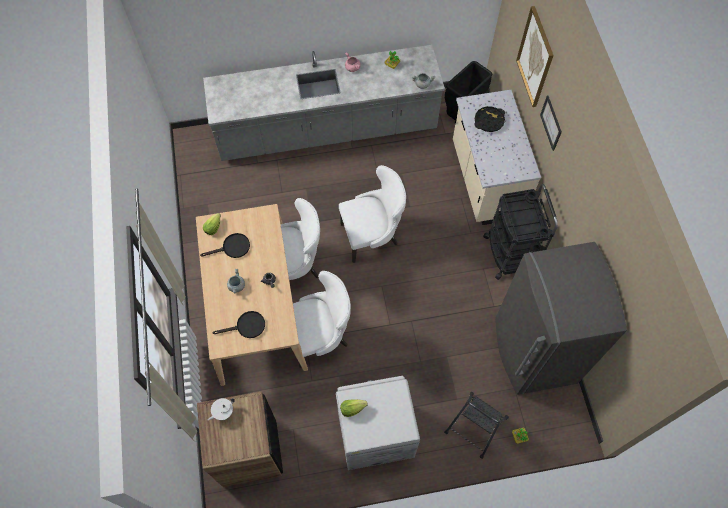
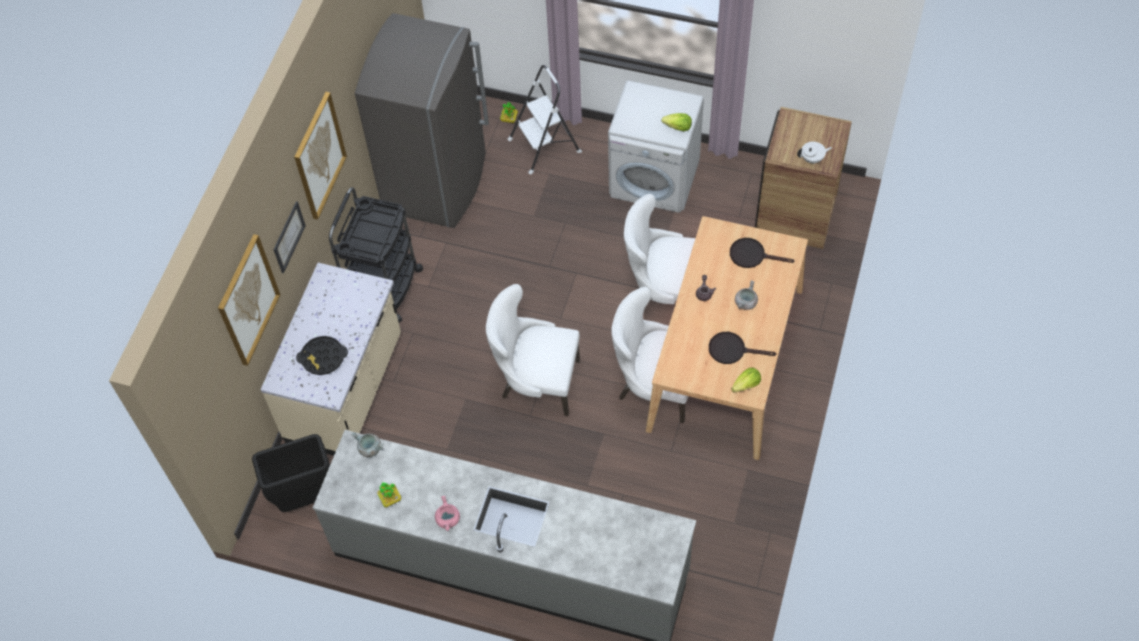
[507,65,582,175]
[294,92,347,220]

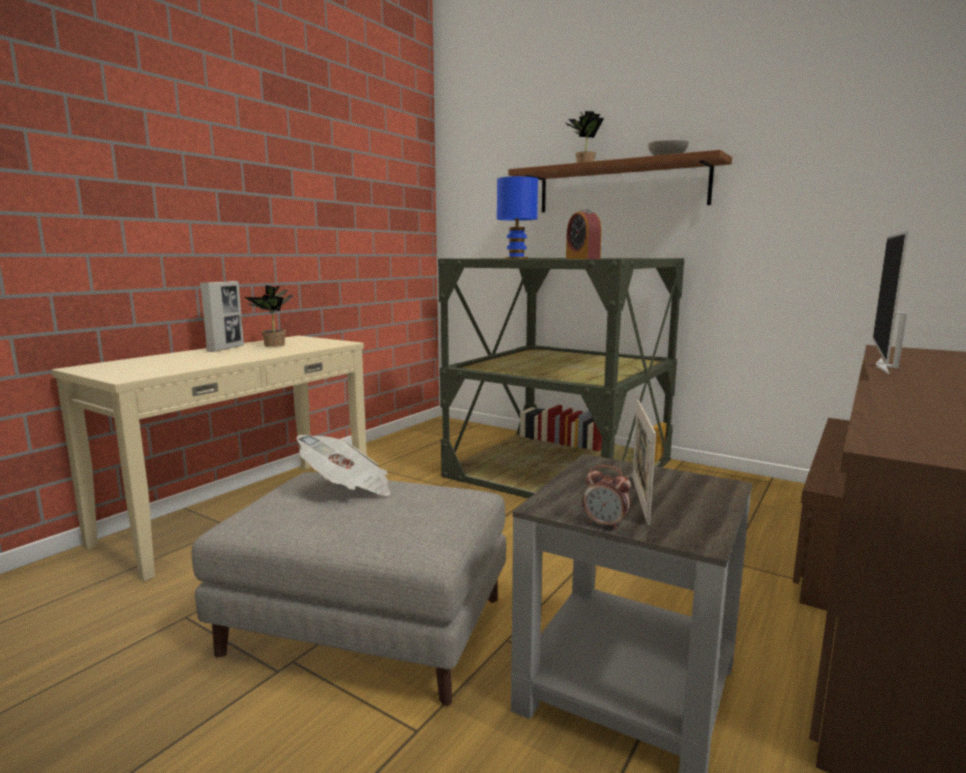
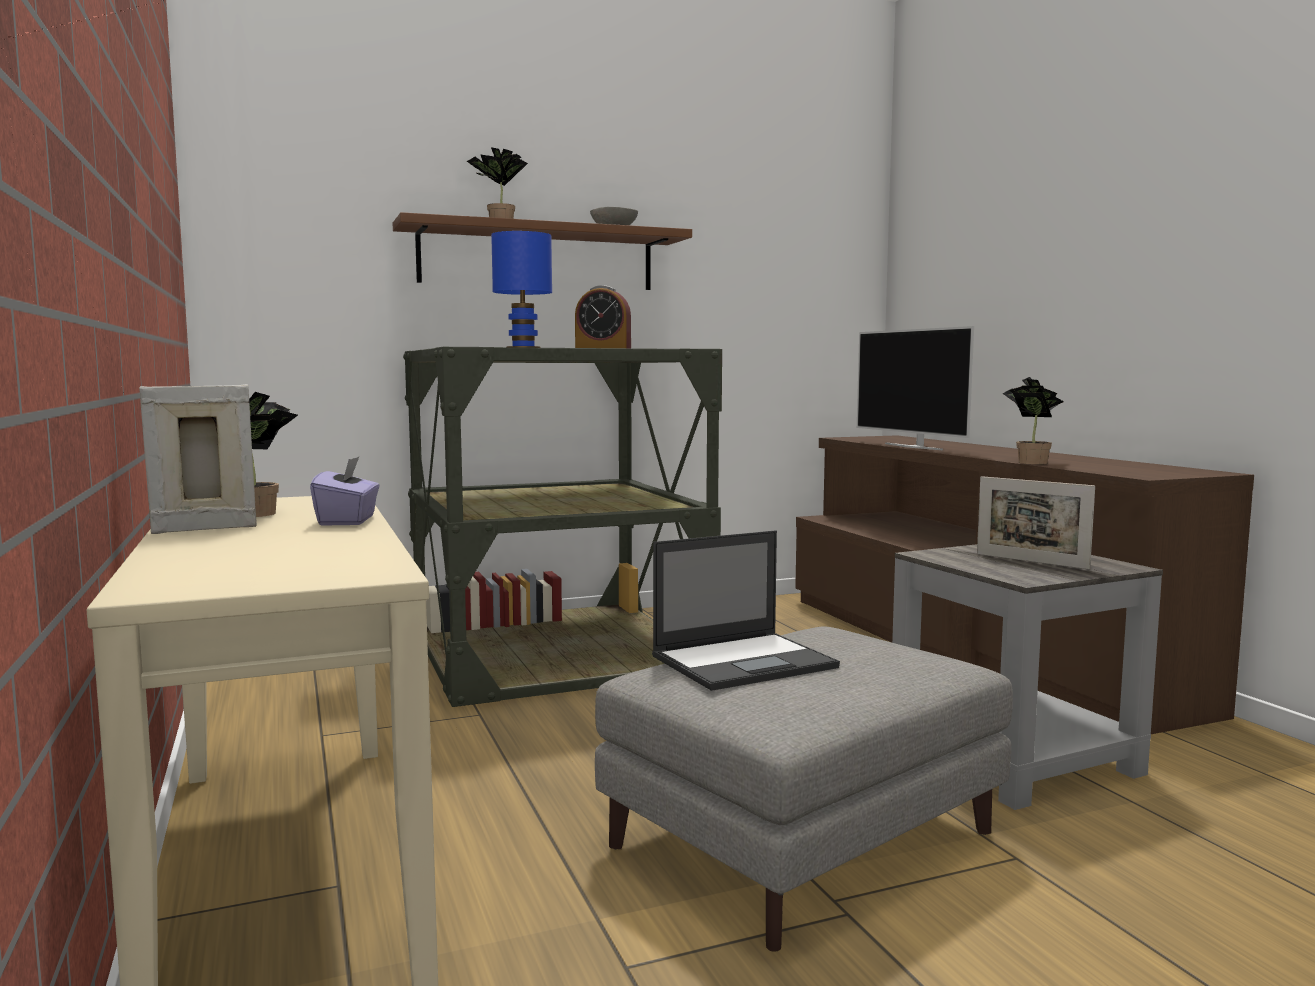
[139,384,257,534]
[652,530,840,691]
[582,465,631,530] (first image)
[1003,377,1064,464]
[310,456,380,526]

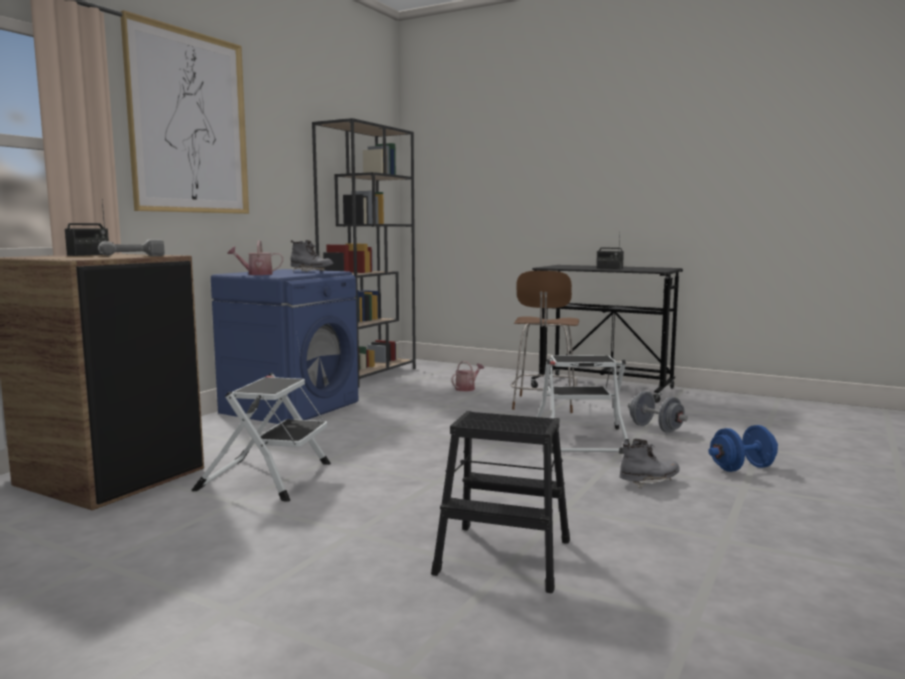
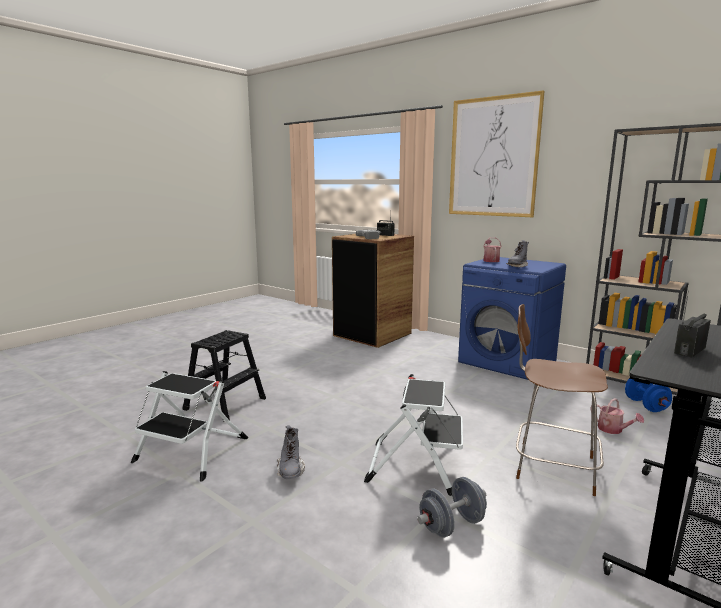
[131,371,249,482]
[625,379,672,412]

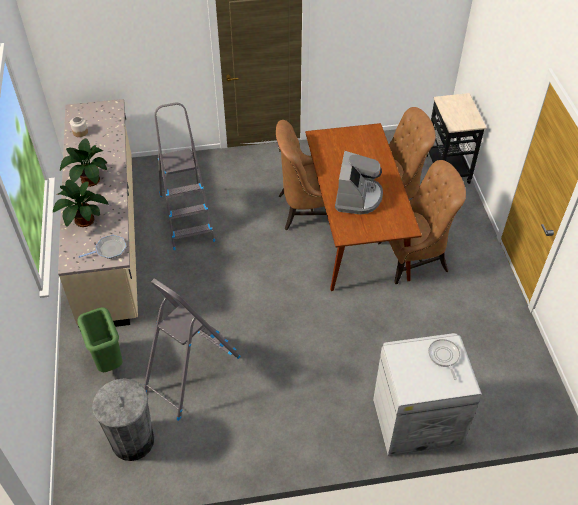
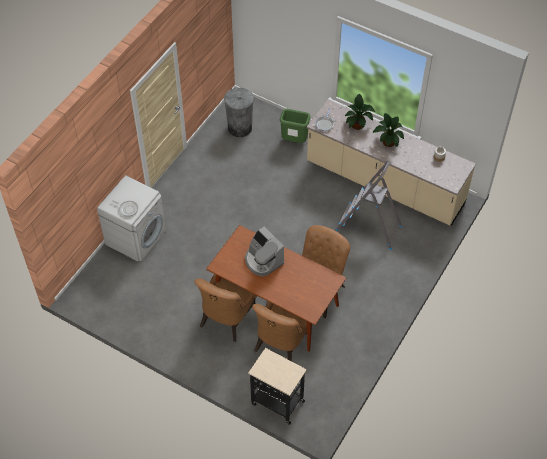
[144,278,240,421] (first image)

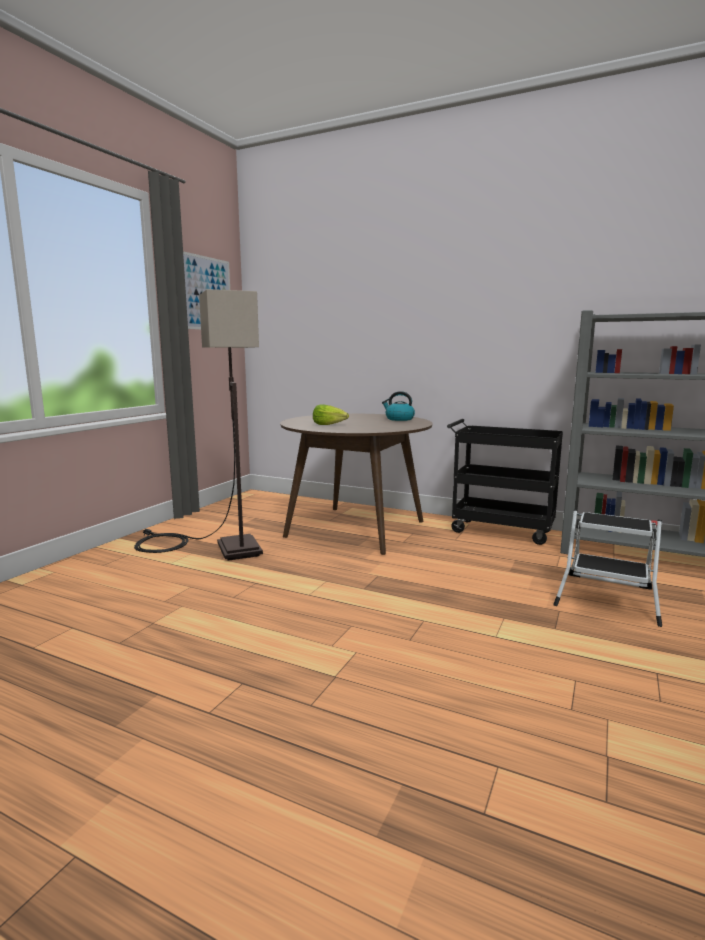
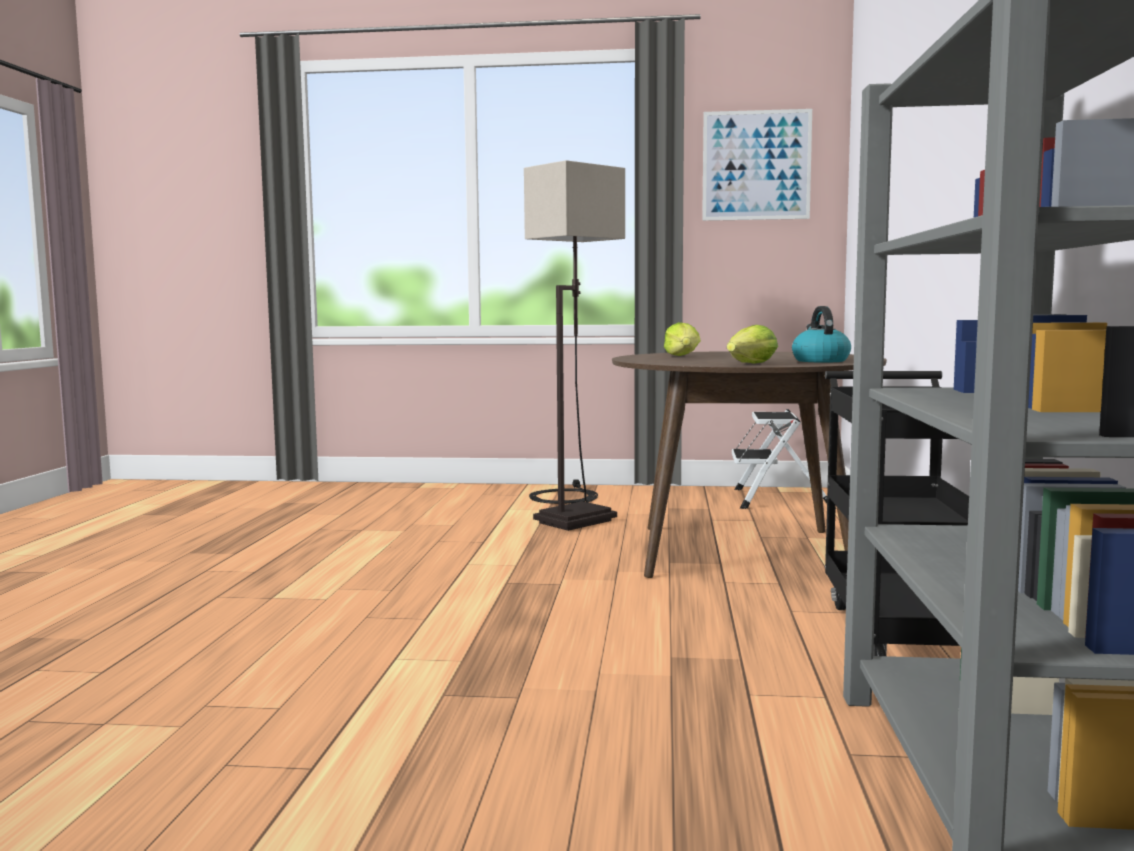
[732,409,827,509]
[727,325,778,364]

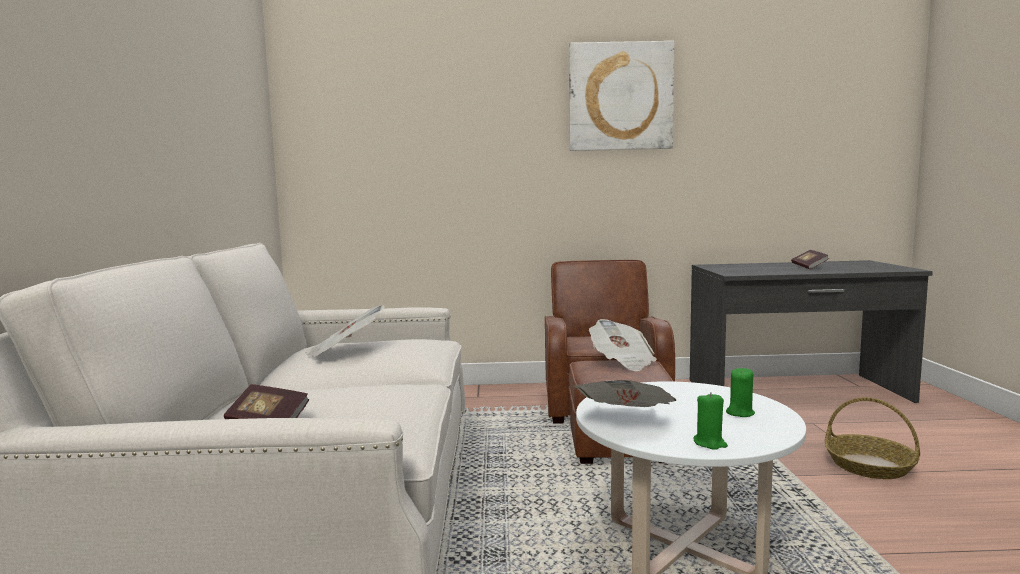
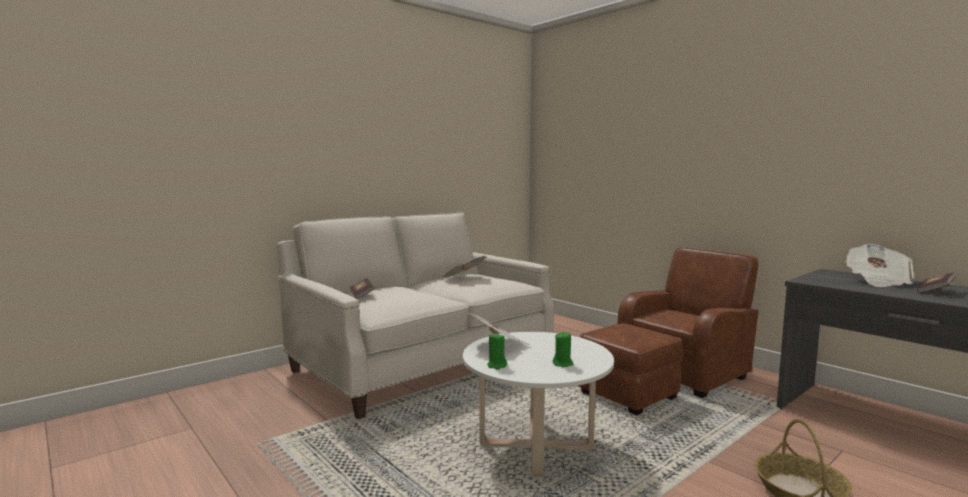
[569,41,674,151] (first image)
[845,244,914,287]

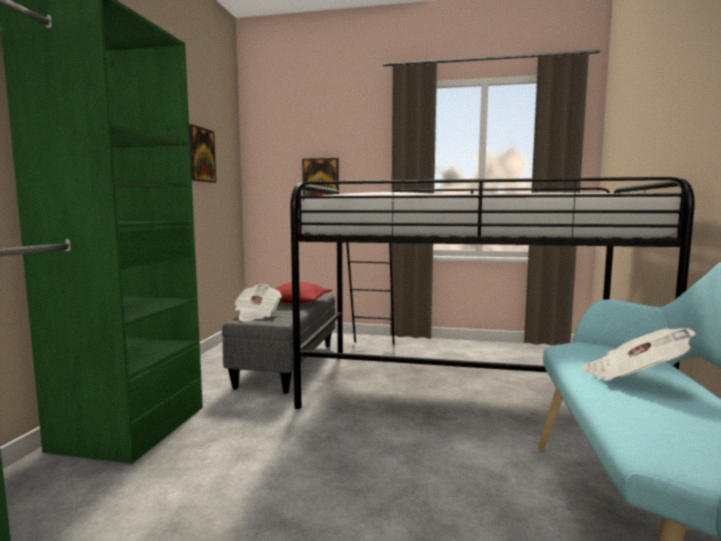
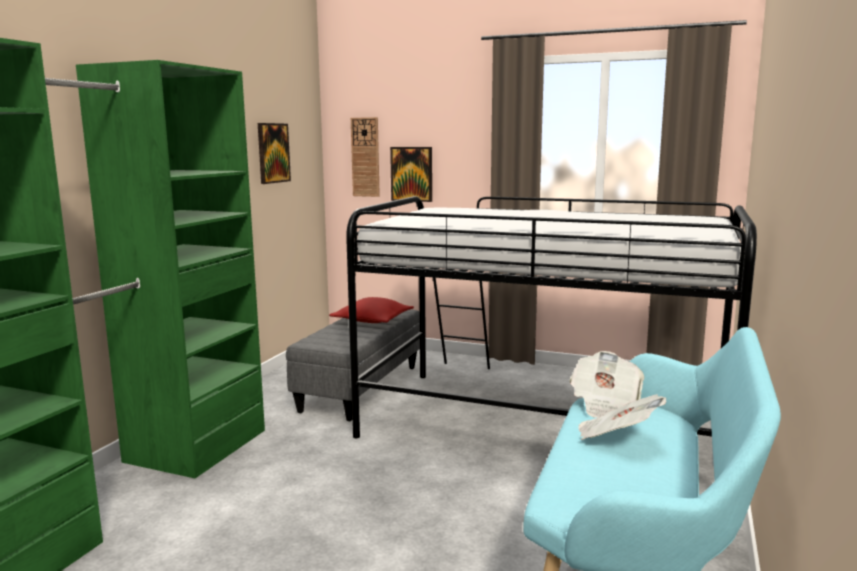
[570,351,645,418]
[351,117,380,197]

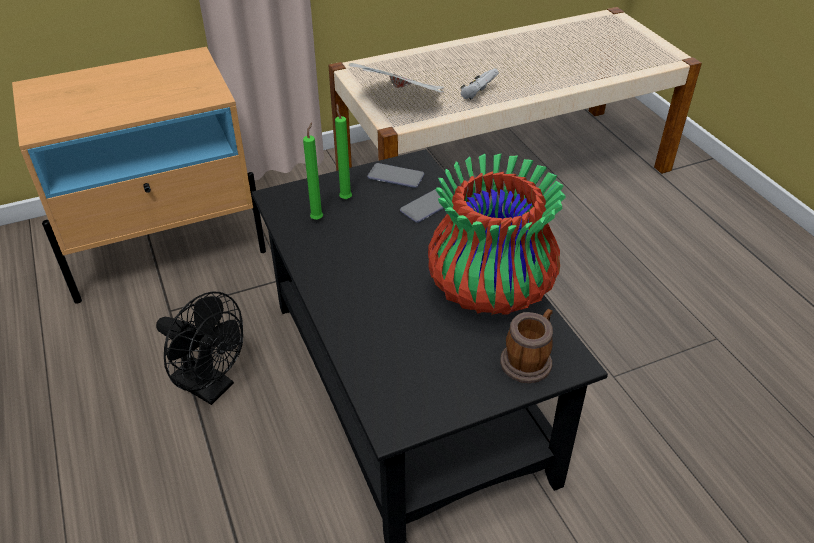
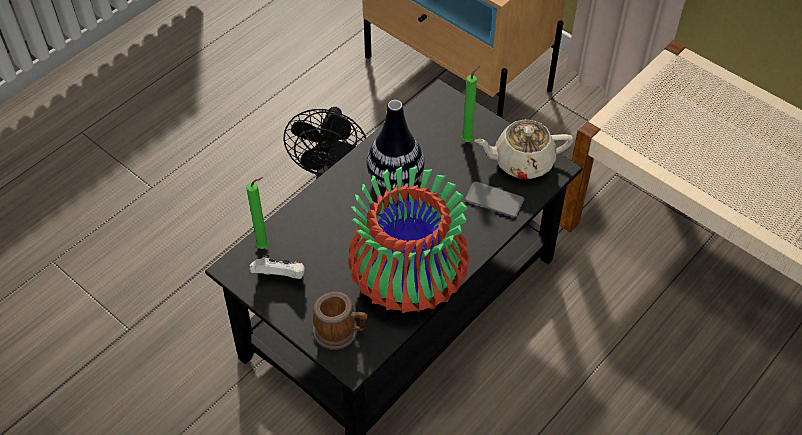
[348,63,446,93] (first image)
[249,254,305,279]
[246,177,269,249]
[474,120,573,179]
[366,100,425,190]

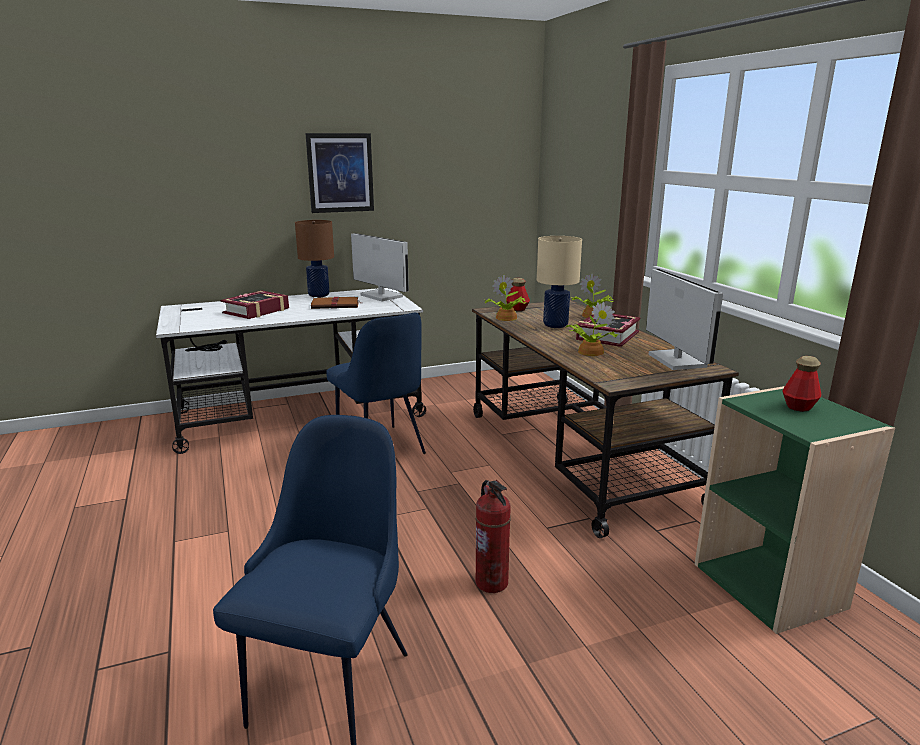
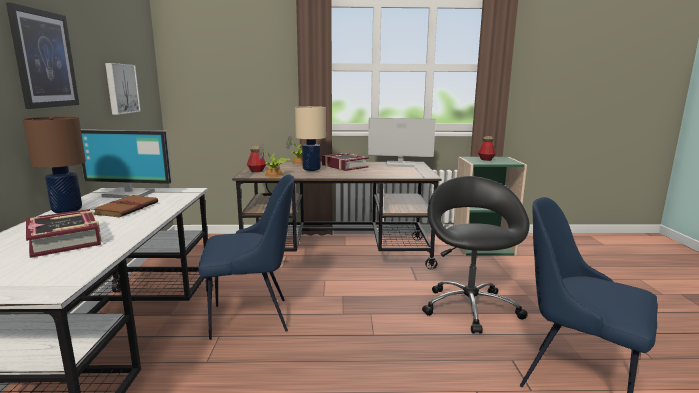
[81,129,173,198]
[565,301,618,356] (first image)
[422,176,529,333]
[105,63,141,115]

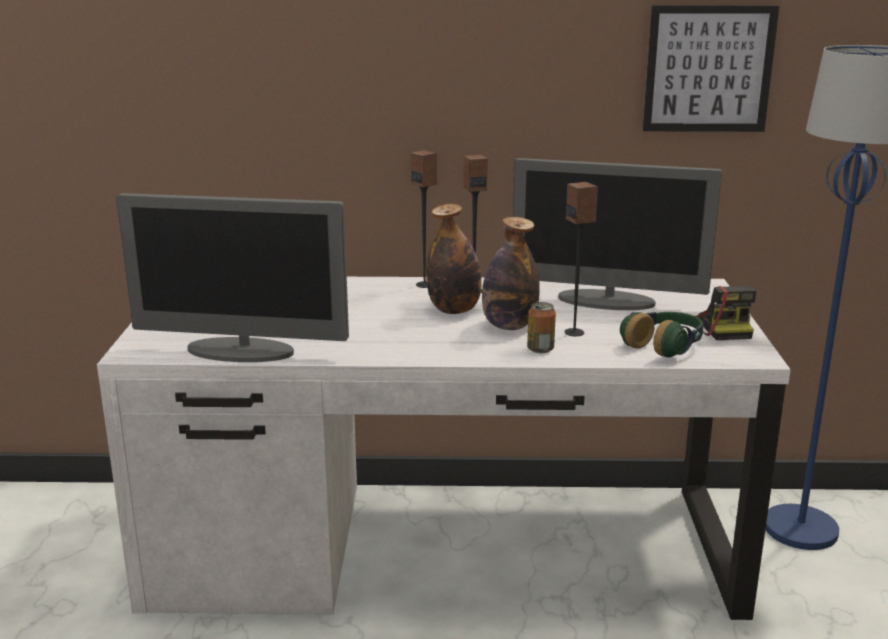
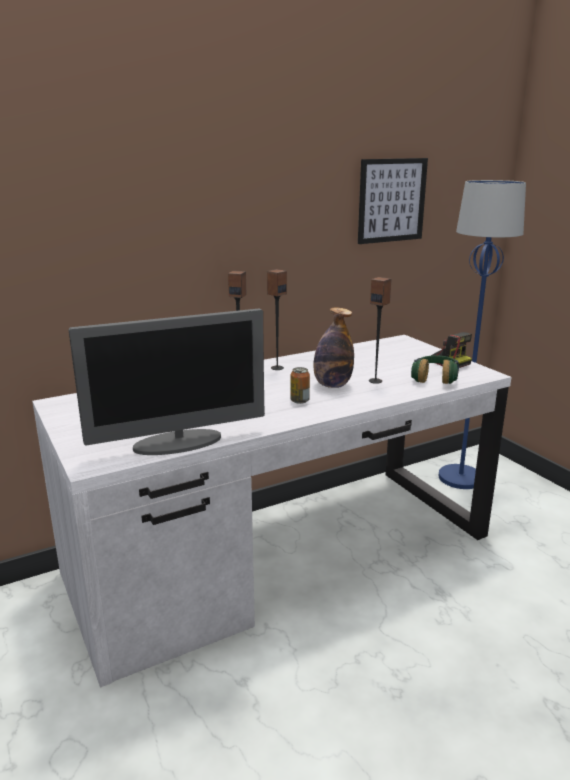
[513,158,722,310] (first image)
[426,204,482,314] (first image)
[290,367,310,404]

